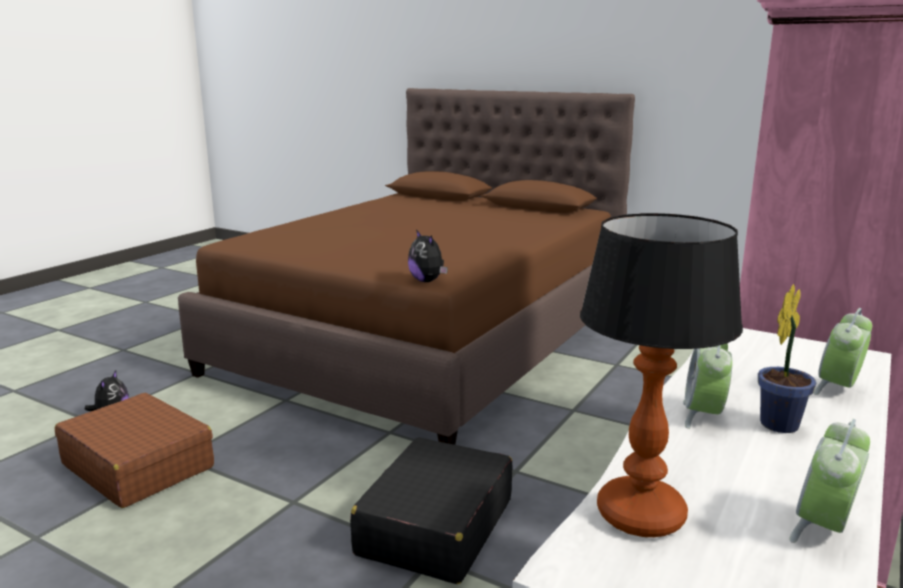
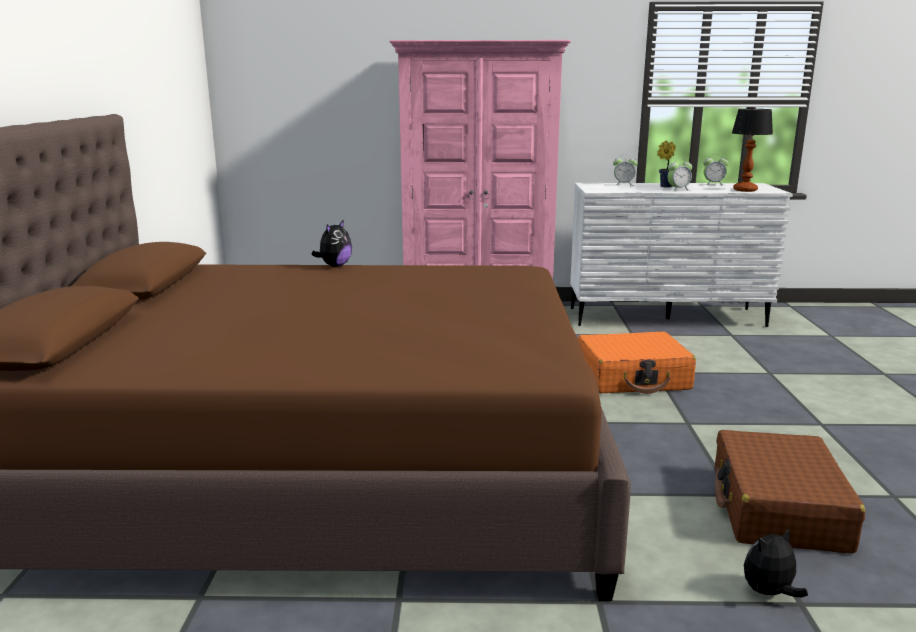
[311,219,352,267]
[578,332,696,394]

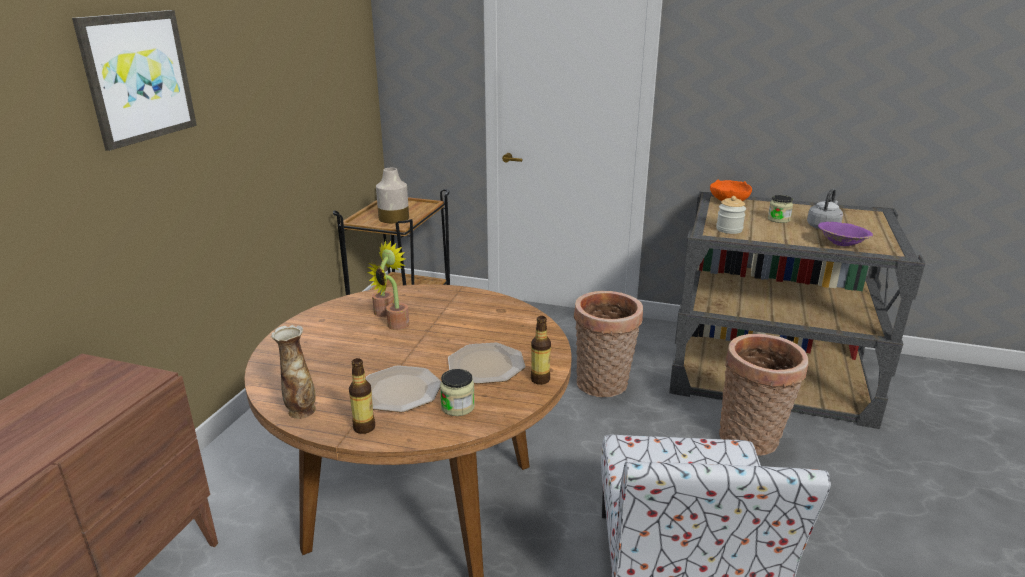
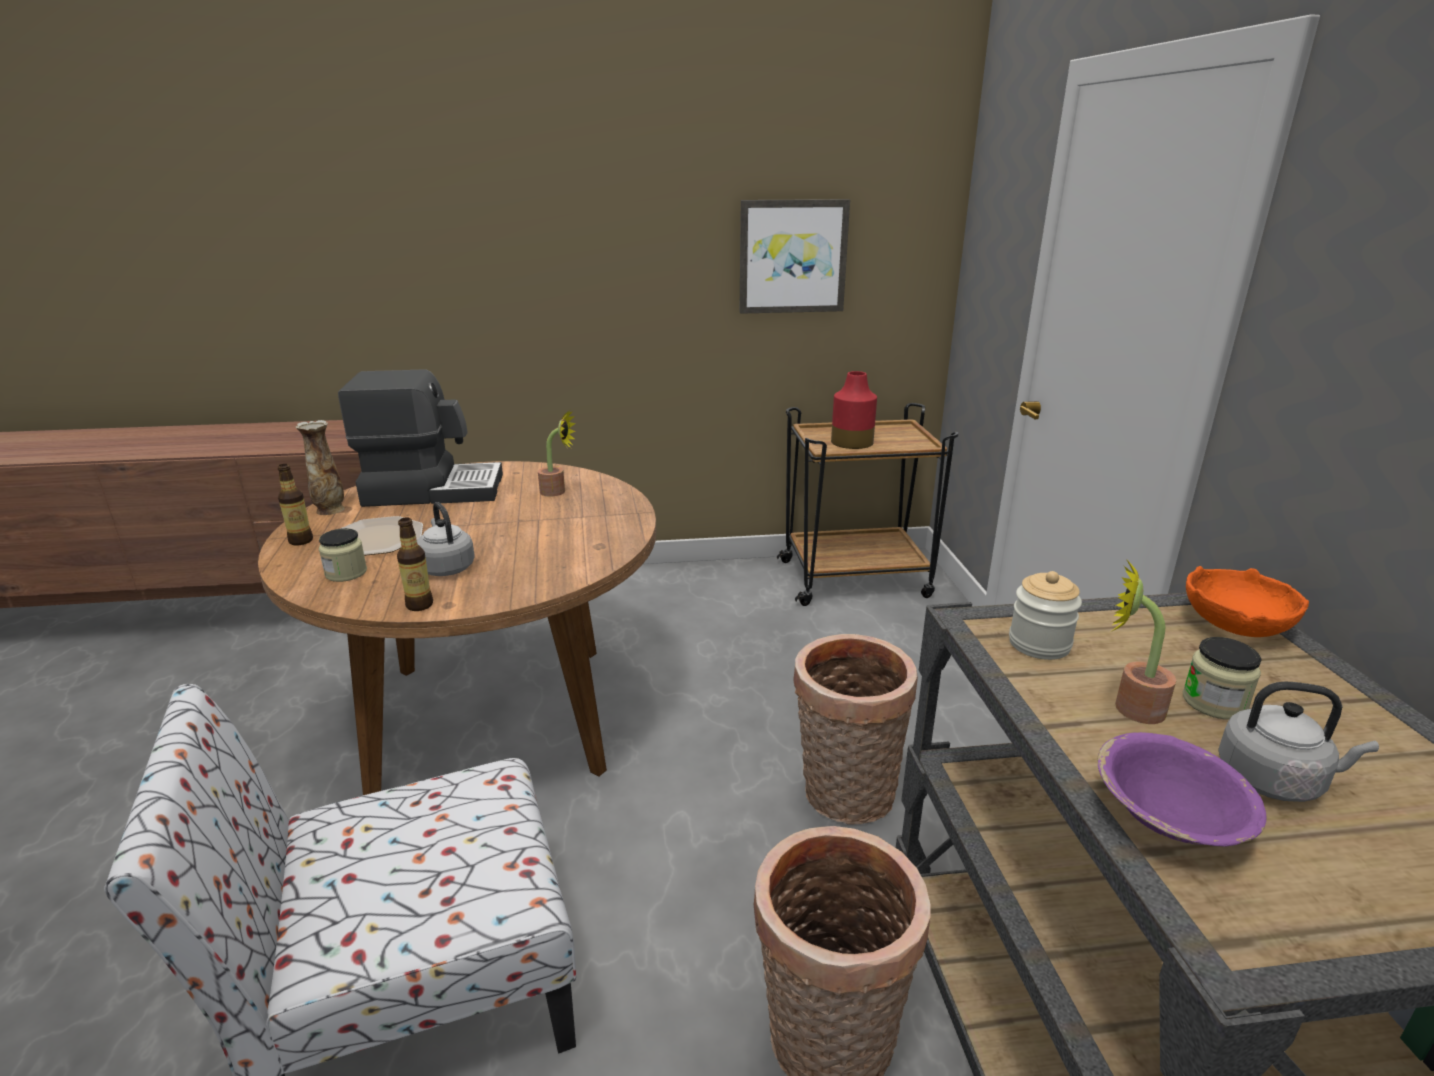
[739,199,850,314]
[831,371,877,449]
[1111,558,1176,724]
[417,502,475,576]
[338,369,503,507]

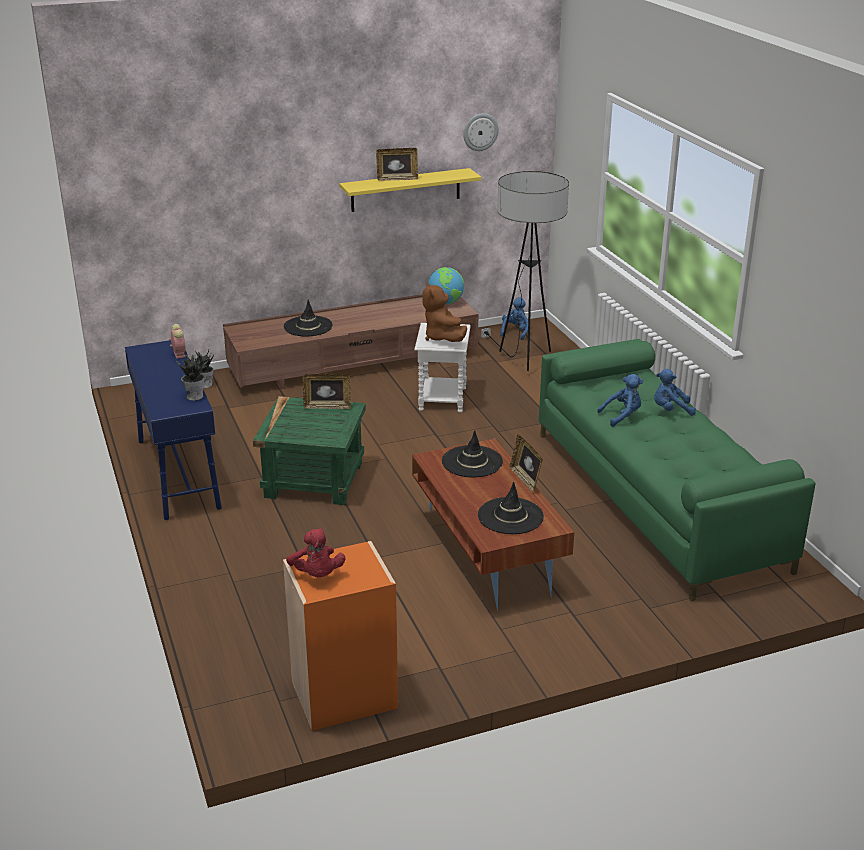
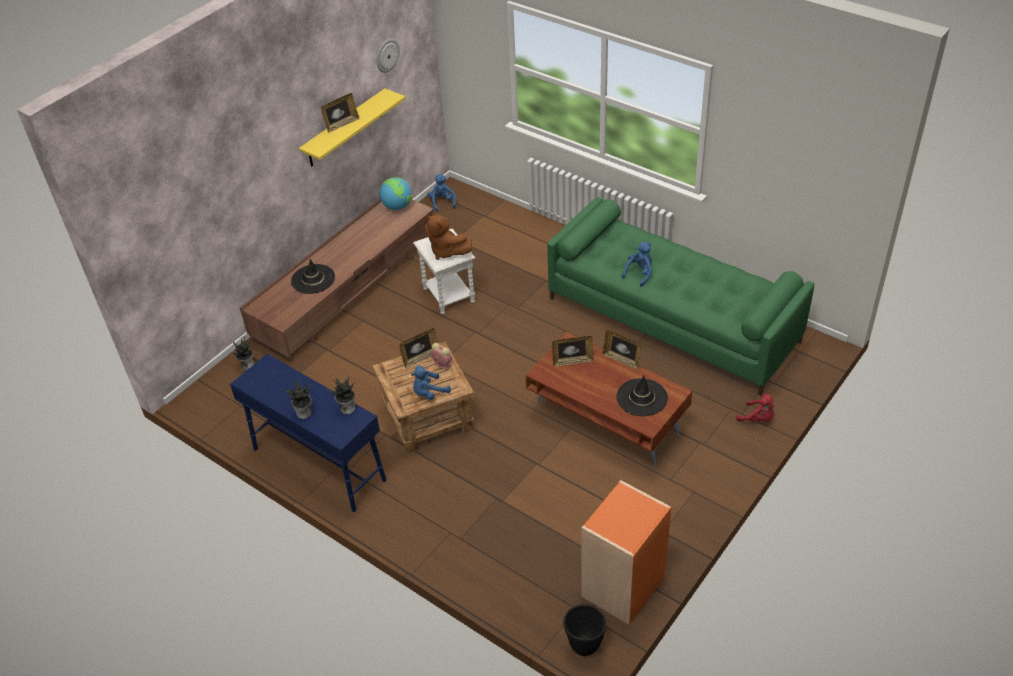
[481,171,569,371] (first image)
[431,343,452,370]
[411,366,451,400]
[373,342,474,453]
[552,336,594,367]
[736,393,774,422]
[283,379,312,419]
[563,604,606,656]

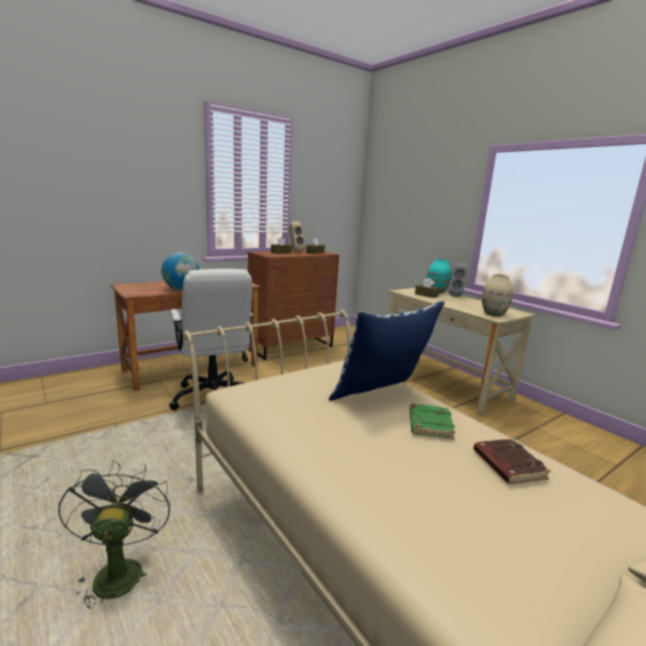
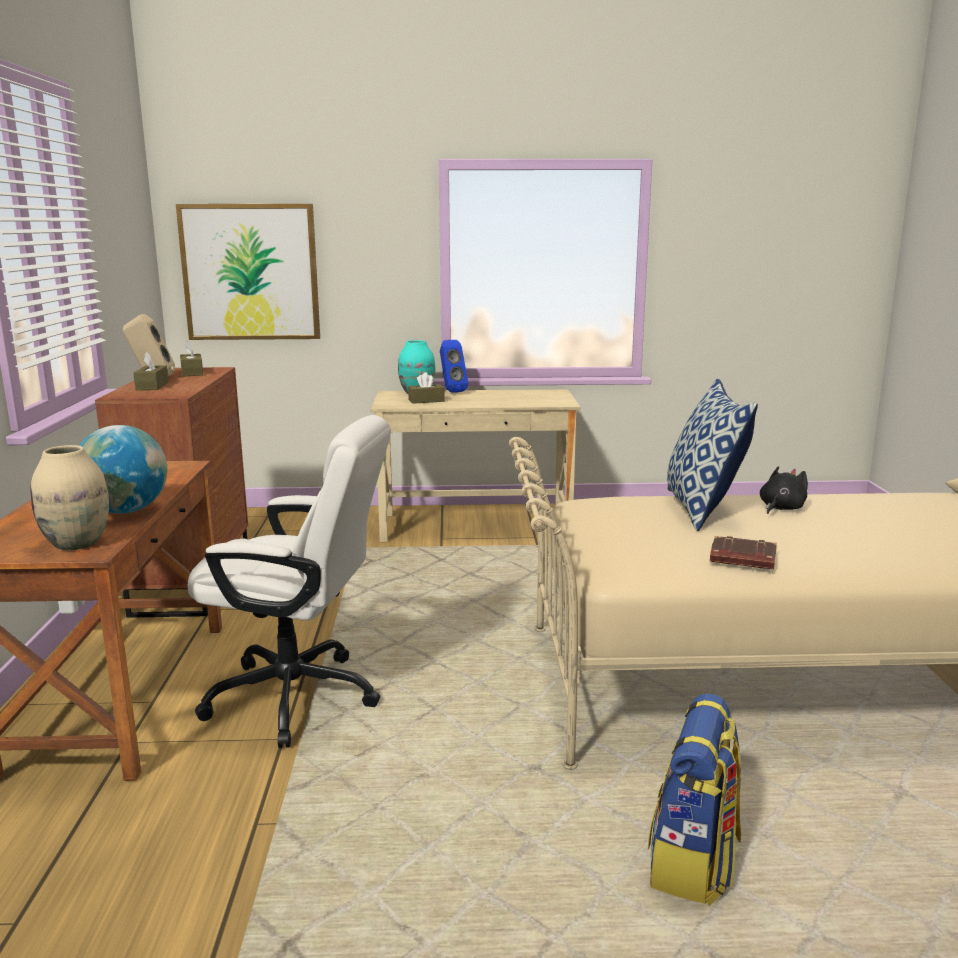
[440,340,468,393]
[30,445,109,550]
[760,466,808,514]
[710,536,777,569]
[648,693,741,906]
[176,204,320,340]

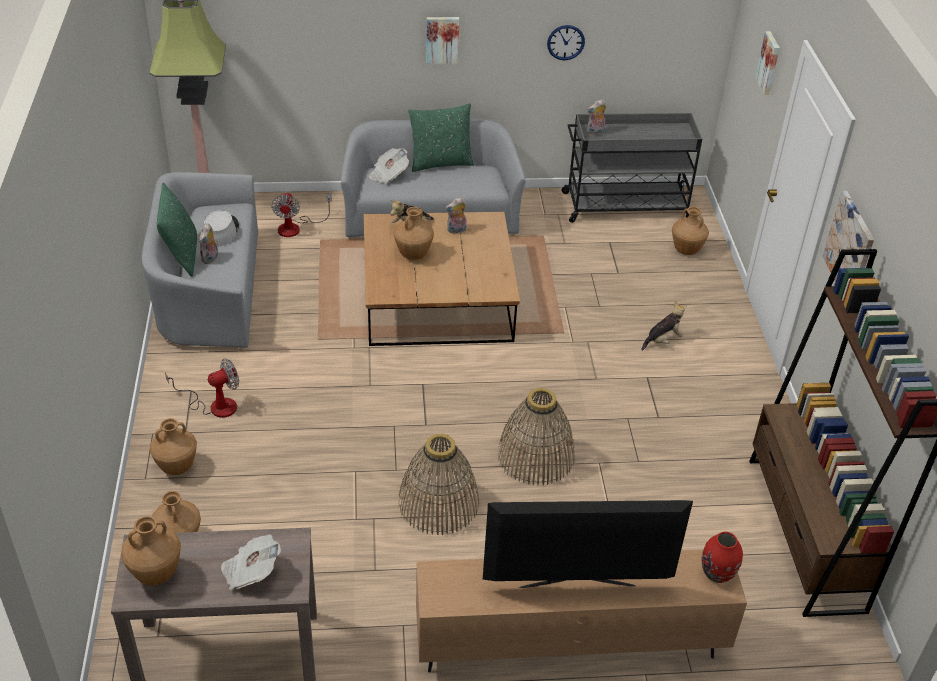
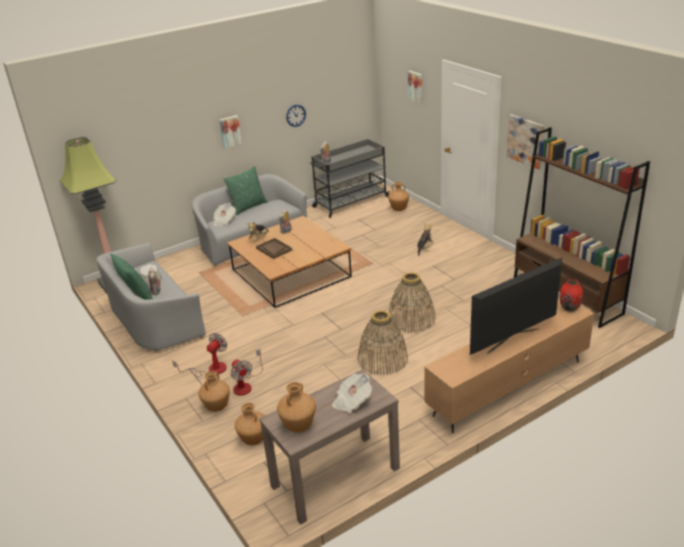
[231,349,263,396]
[256,238,292,259]

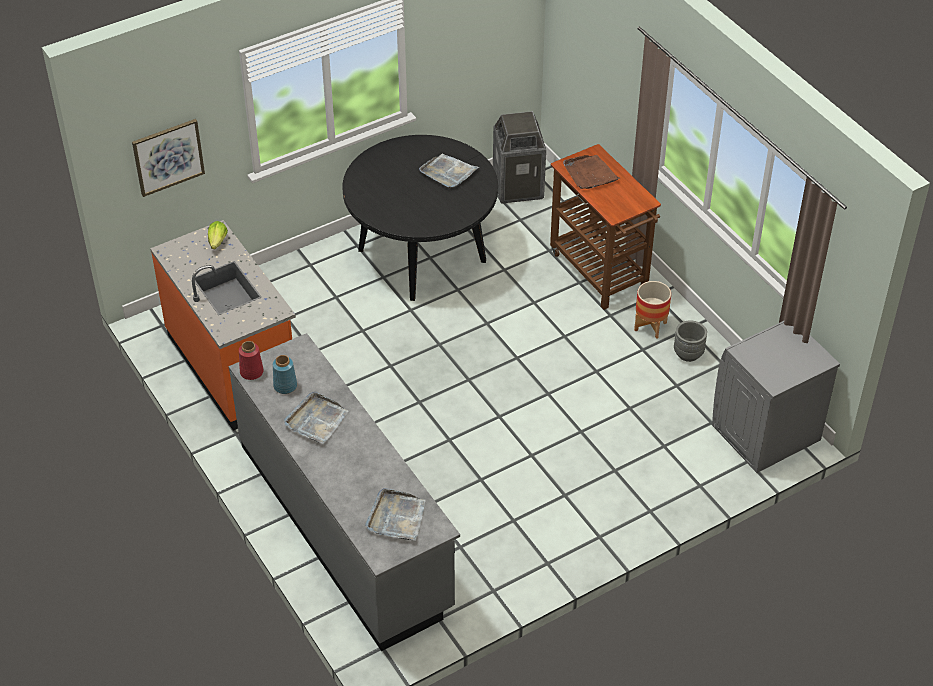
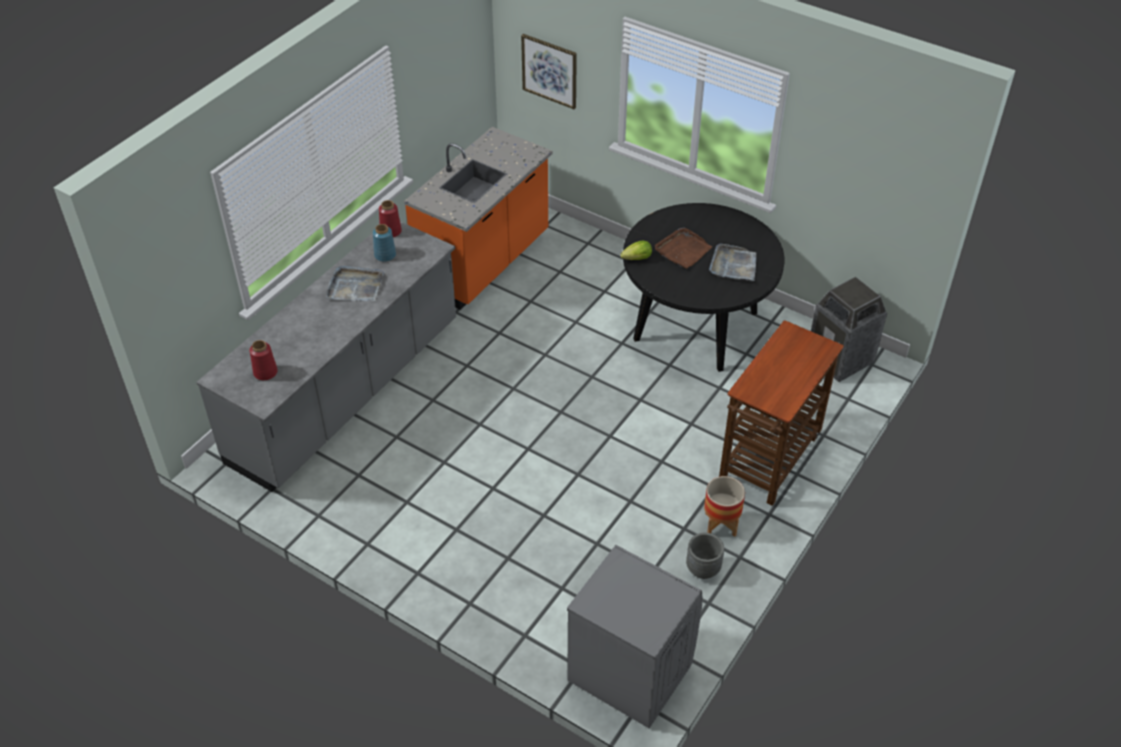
[655,228,712,268]
[620,240,652,260]
[249,340,278,380]

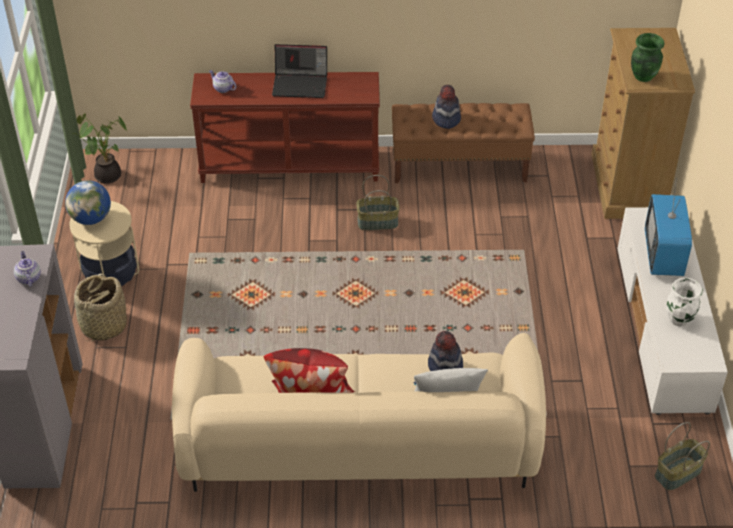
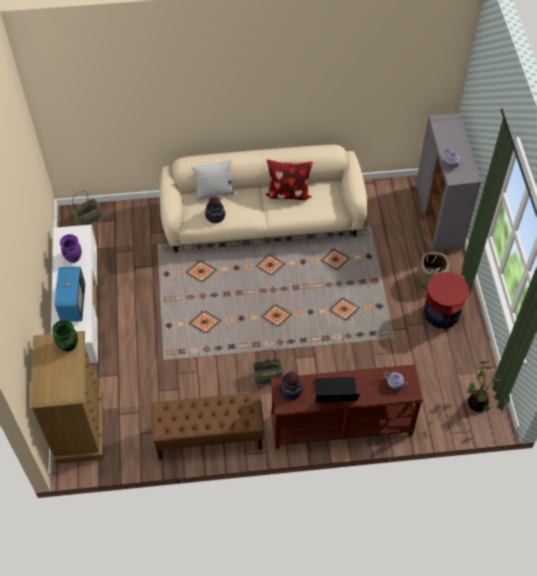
[280,371,303,400]
[65,180,111,225] (first image)
[423,272,469,331]
[60,234,82,263]

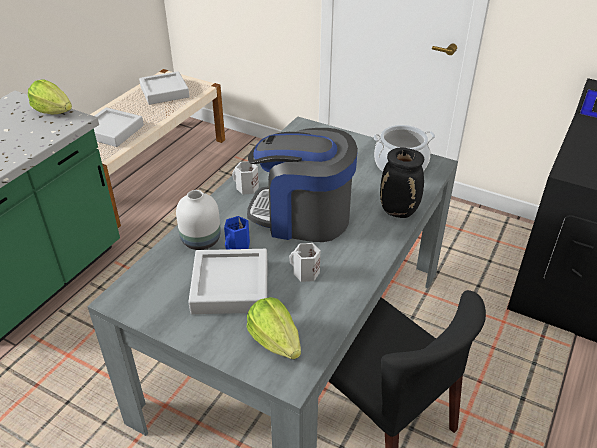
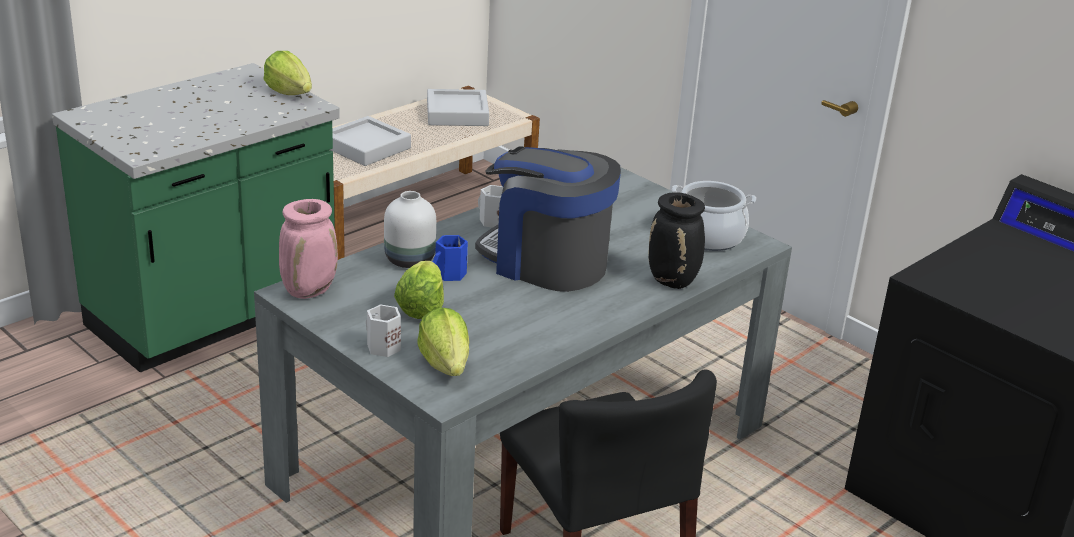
[366,304,401,357]
[394,261,444,319]
[279,199,338,299]

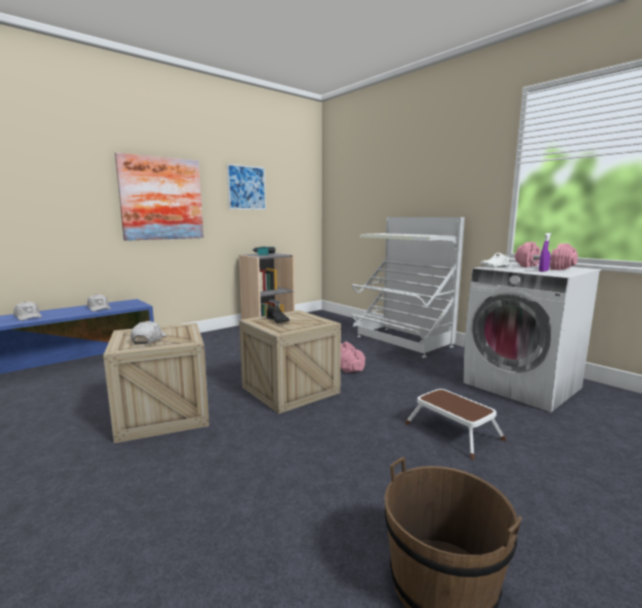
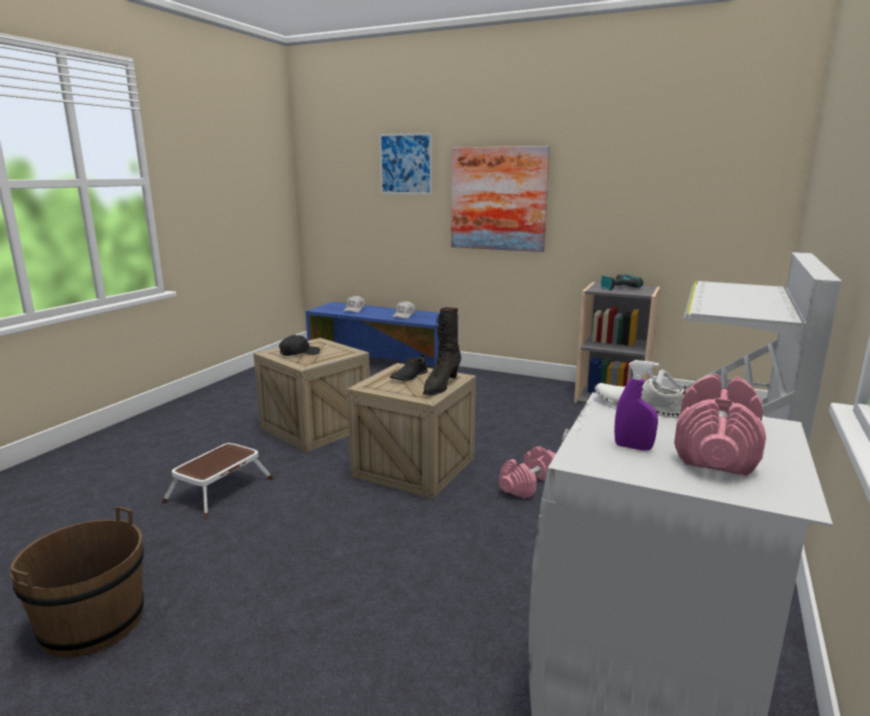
[379,133,432,195]
[279,335,320,356]
[162,443,273,520]
[423,307,461,395]

